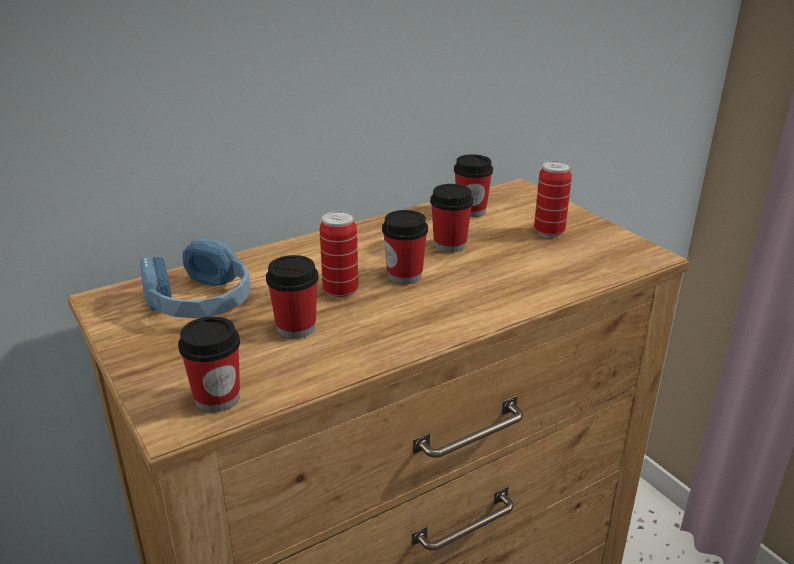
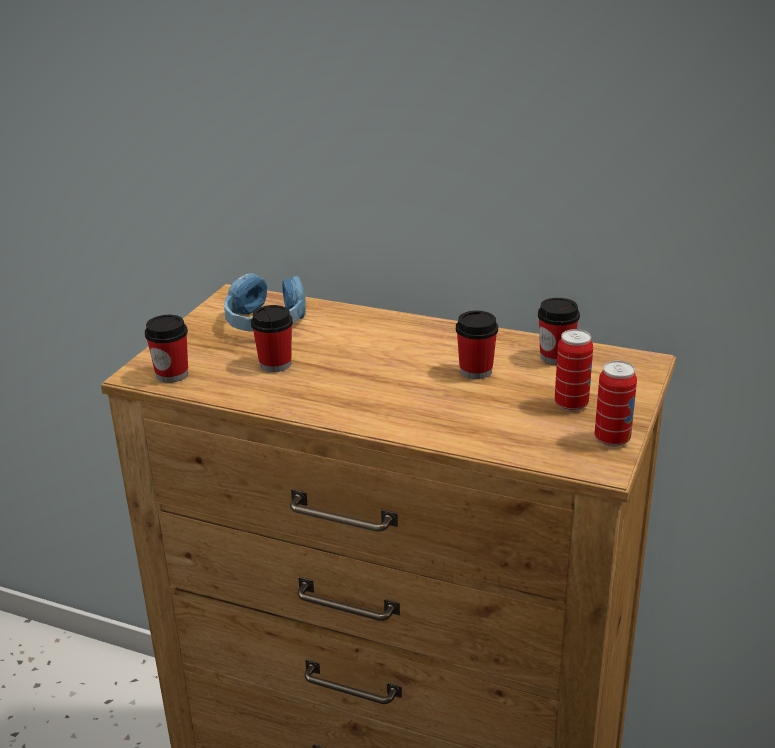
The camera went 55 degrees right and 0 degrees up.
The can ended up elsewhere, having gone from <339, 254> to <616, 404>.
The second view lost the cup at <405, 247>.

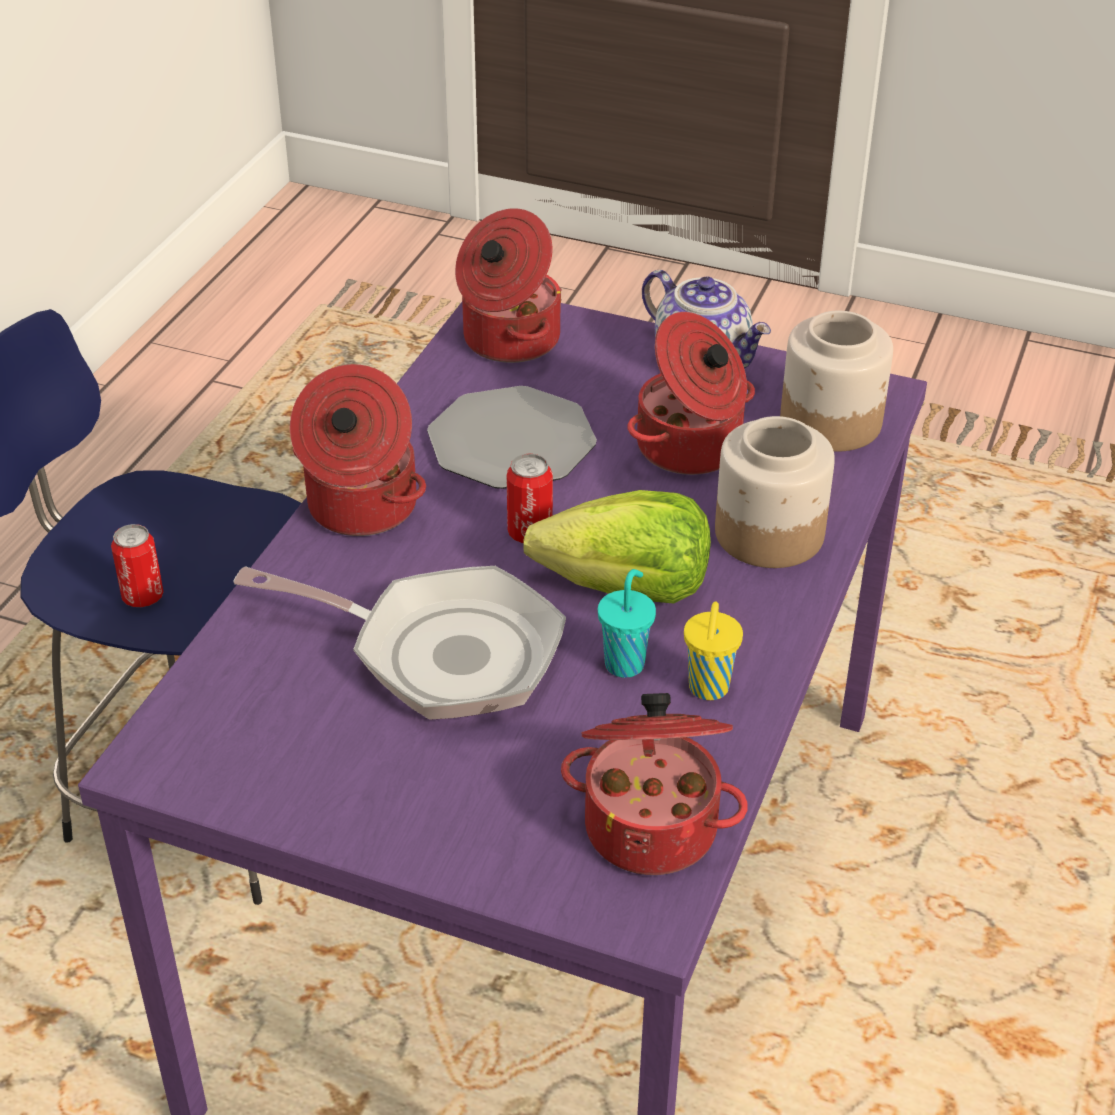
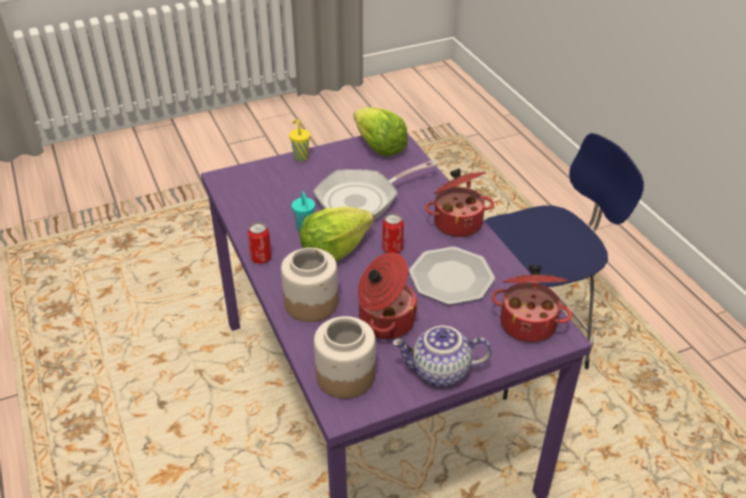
The camera went 135 degrees right and 0 degrees up.
The can ended up elsewhere, having gone from <137, 565> to <260, 243>.
The cup/yellow ended up elsewhere, having gone from <713, 651> to <299, 140>.
The second view gained the lettuce at <381, 131>.
The second view lost the cooking pot at <654, 784>.

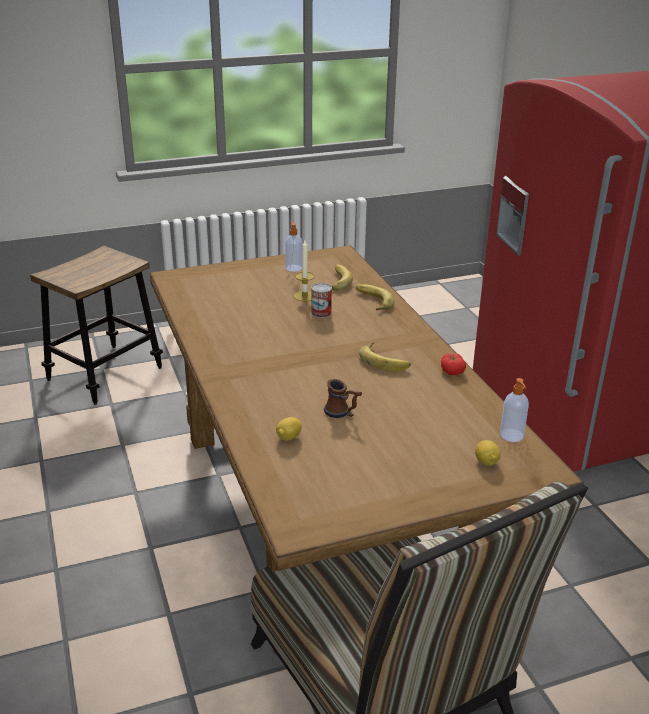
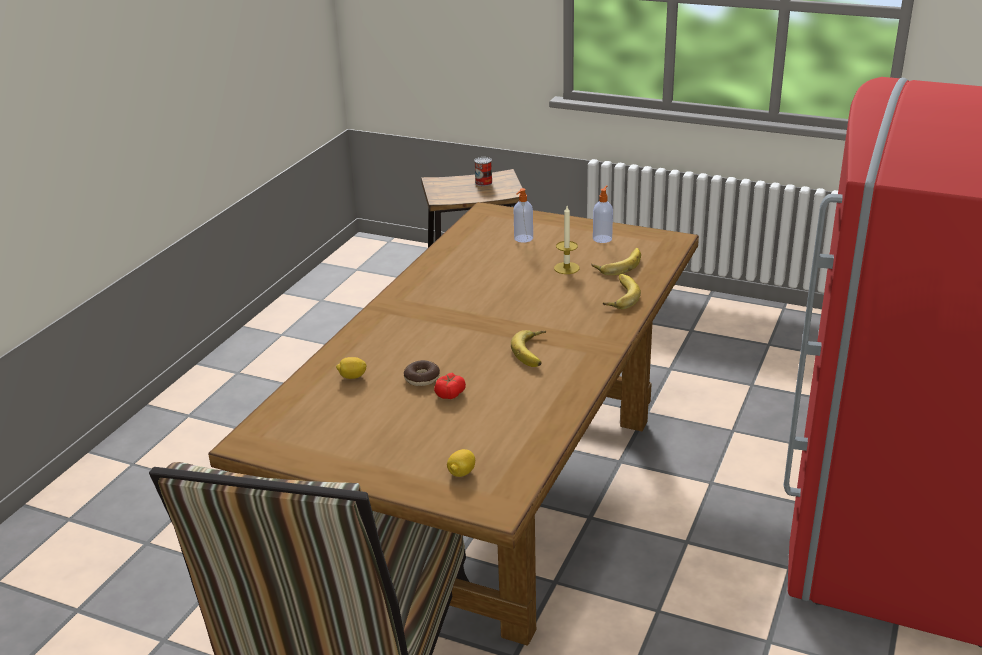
The camera went 45 degrees right and 0 degrees up.
Where the mug stood at <343, 398>, the donut came to stand at <422, 373>.
The tomato ended up elsewhere, having gone from <453, 364> to <450, 386>.
The can ended up elsewhere, having gone from <321, 300> to <483, 171>.
The soap dispenser ended up elsewhere, having gone from <514, 410> to <523, 215>.

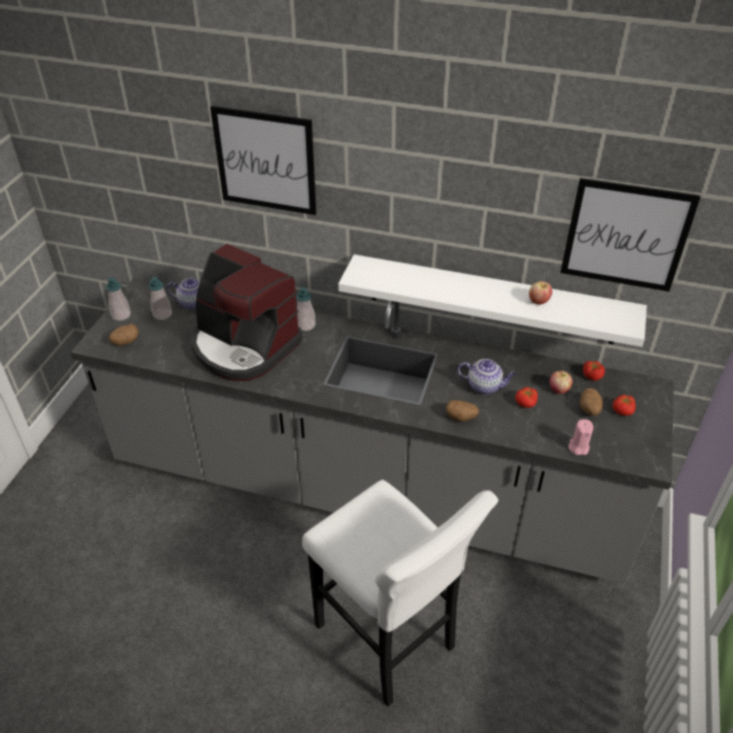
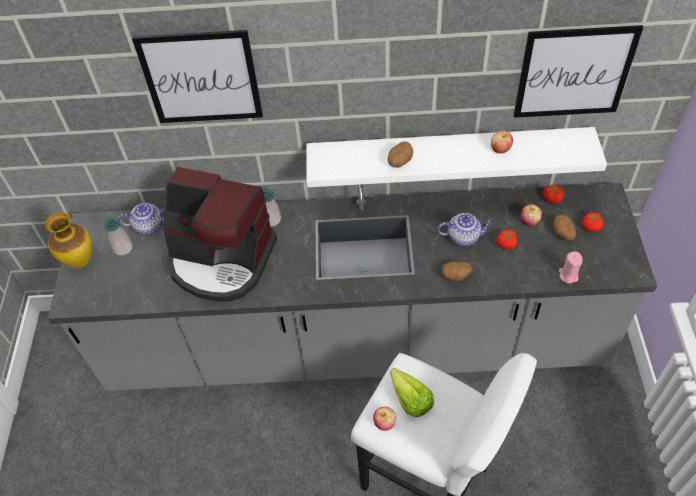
The camera went 15 degrees left and 10 degrees up.
Where the soap dispenser stood at <118, 299>, the vase came to stand at <68, 240>.
The second view gained the apple at <384, 418>.
The potato ended up elsewhere, having gone from <124, 335> to <400, 154>.
The second view gained the lettuce at <412, 392>.

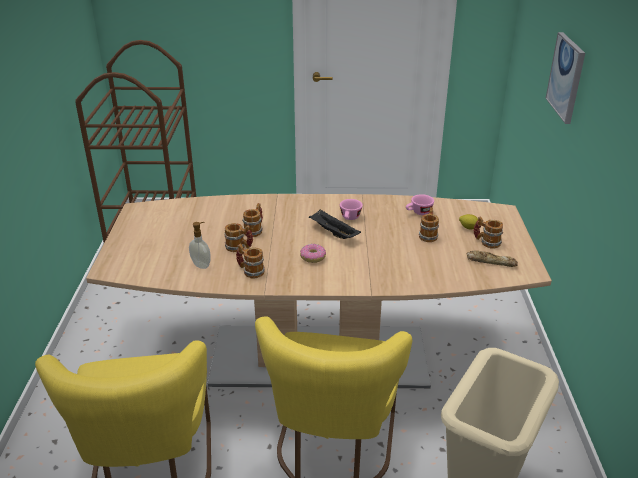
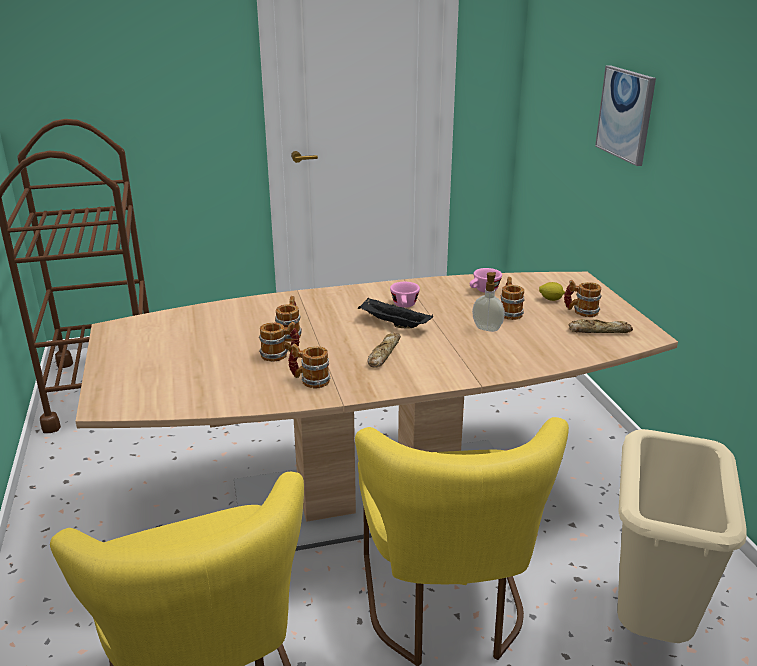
The camera went 15 degrees left and 5 degrees down.
Where the donut stood at <313, 253>, the bread came to stand at <384, 350>.
The soap dispenser ended up elsewhere, having gone from <200, 245> to <488, 302>.

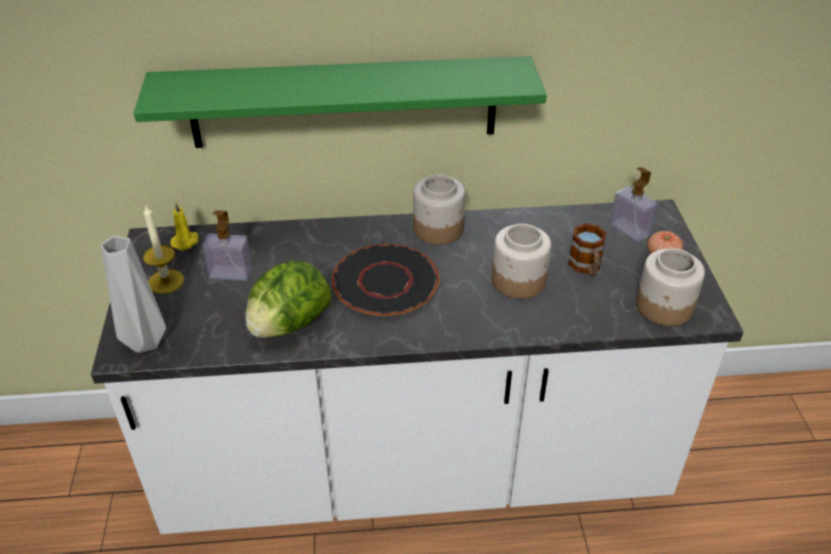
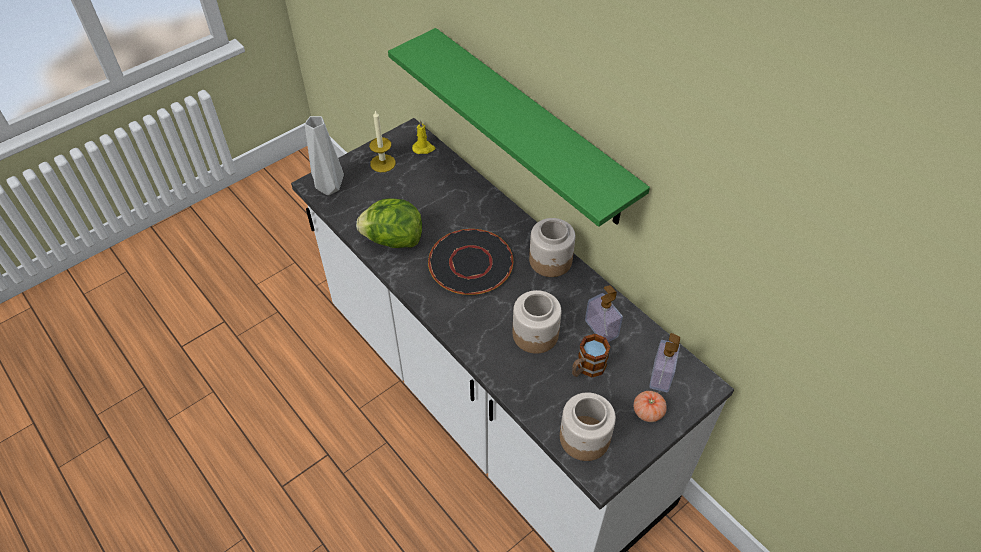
The camera went 55 degrees right and 10 degrees up.
The soap dispenser ended up elsewhere, having gone from <227, 245> to <604, 313>.

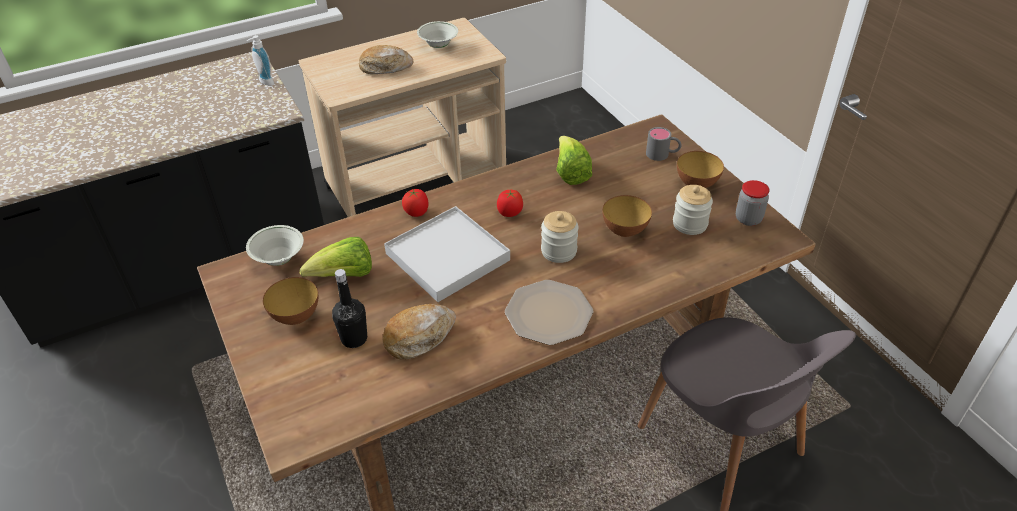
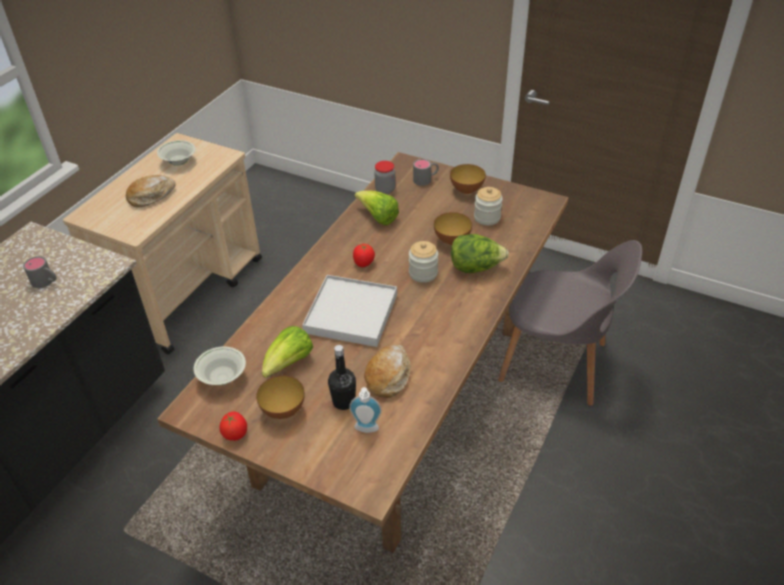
The camera went 35 degrees left and 0 degrees up.
The second view gained the mug/grey at <39, 272>.
The tomato ended up elsewhere, having gone from <415, 203> to <233, 426>.
The soap dispenser ended up elsewhere, having gone from <260, 60> to <365, 410>.
The jar ended up elsewhere, having gone from <753, 203> to <384, 177>.
The second view gained the lettuce at <480, 253>.
The second view lost the plate at <549, 312>.

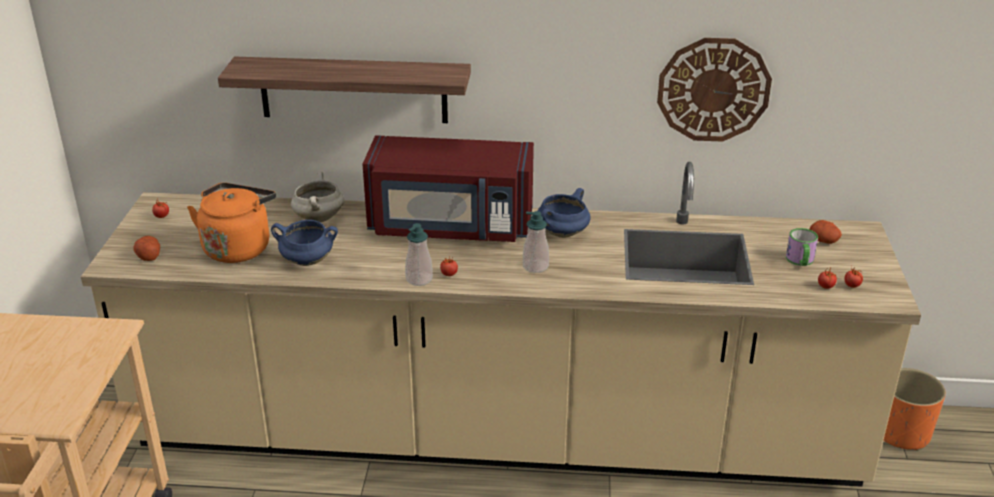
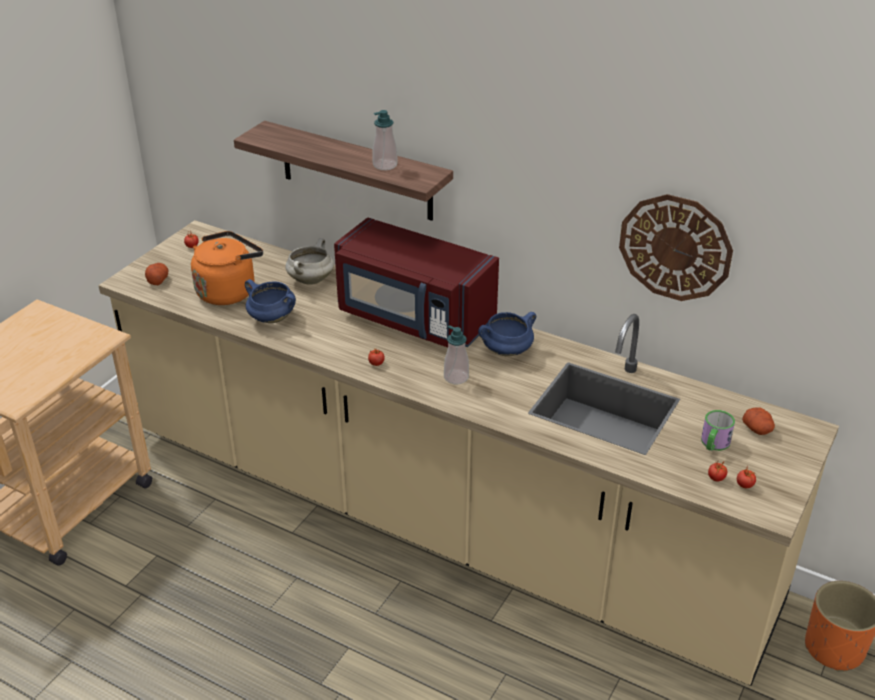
The camera went 25 degrees right and 5 degrees up.
The soap dispenser ended up elsewhere, having gone from <419, 254> to <385, 140>.

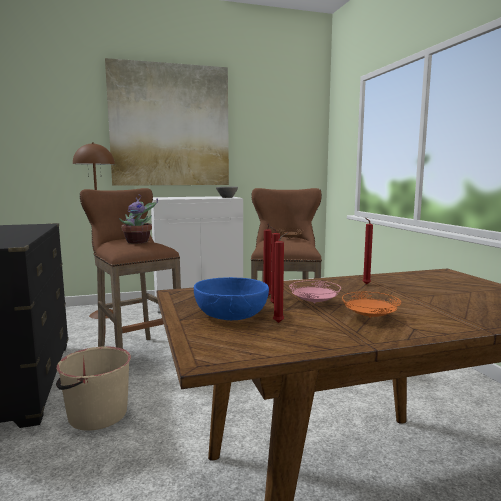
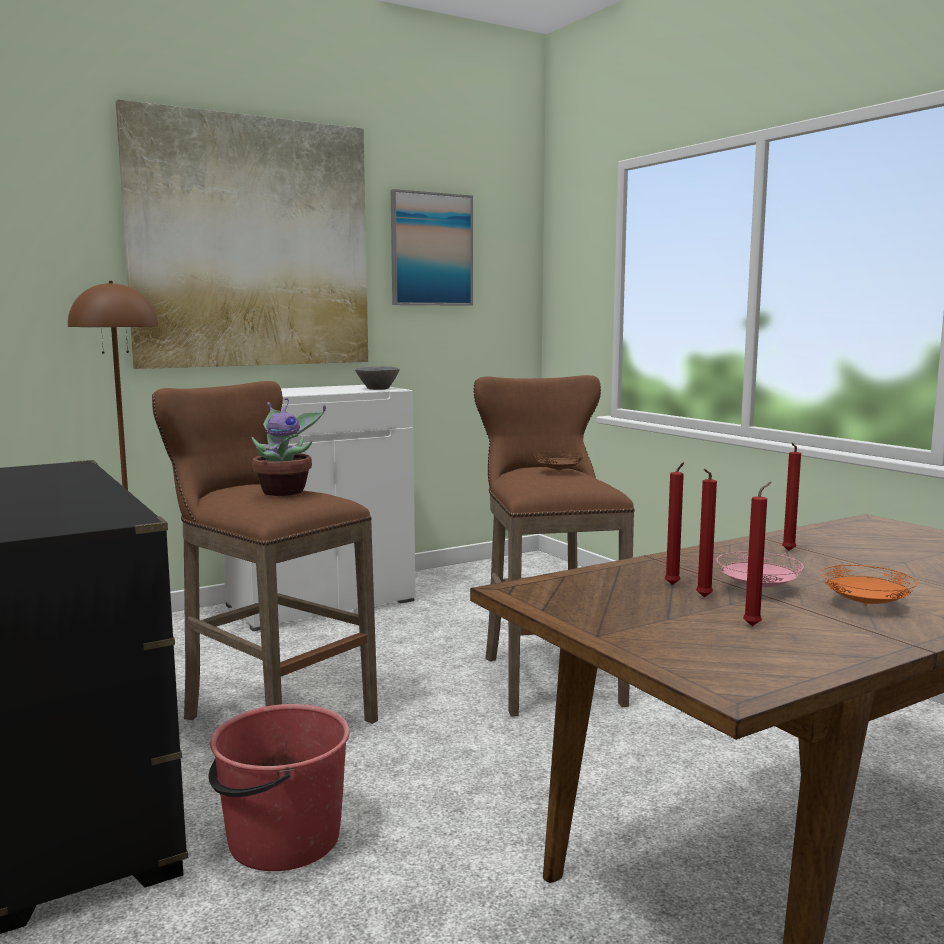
The camera went 15 degrees left and 0 degrees up.
What was the bucket/beige at <93, 388> turned into the bucket/red at <279, 787>.
The second view gained the picture at <432, 247>.
The second view lost the bowl/blue at <231, 298>.

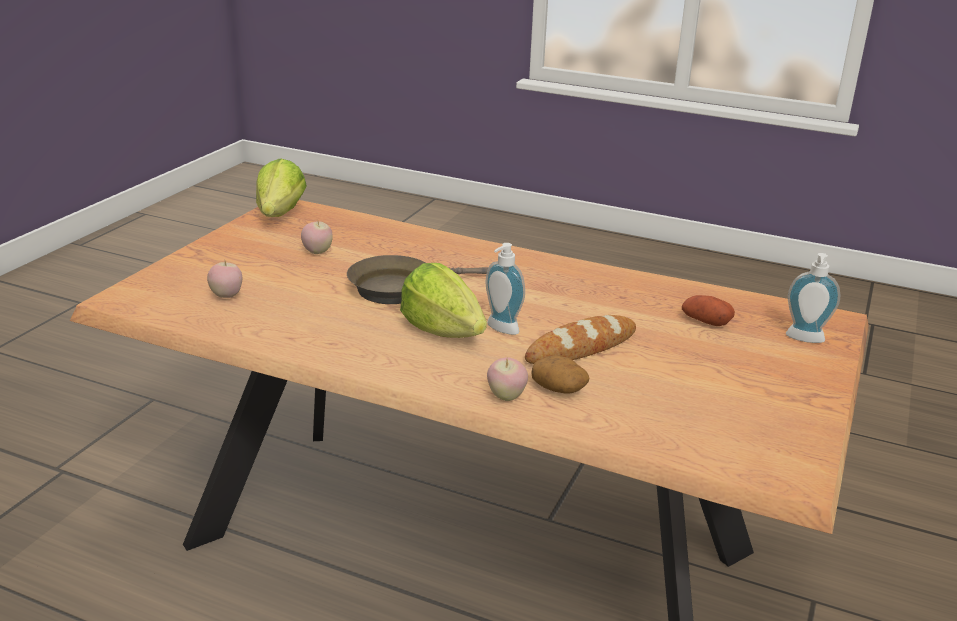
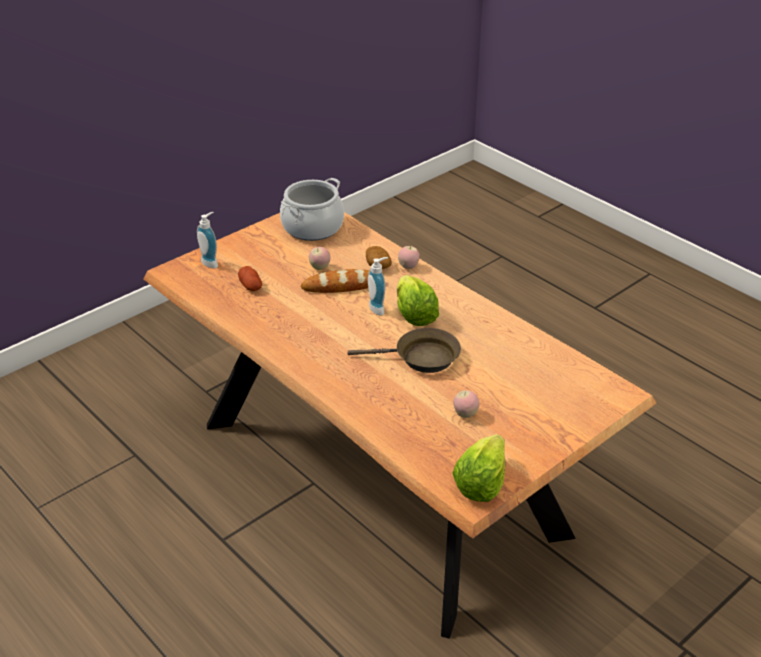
The camera went 155 degrees left and 10 degrees up.
The second view gained the cooking pot at <312, 209>.
The apple ended up elsewhere, having gone from <224, 279> to <319, 258>.

